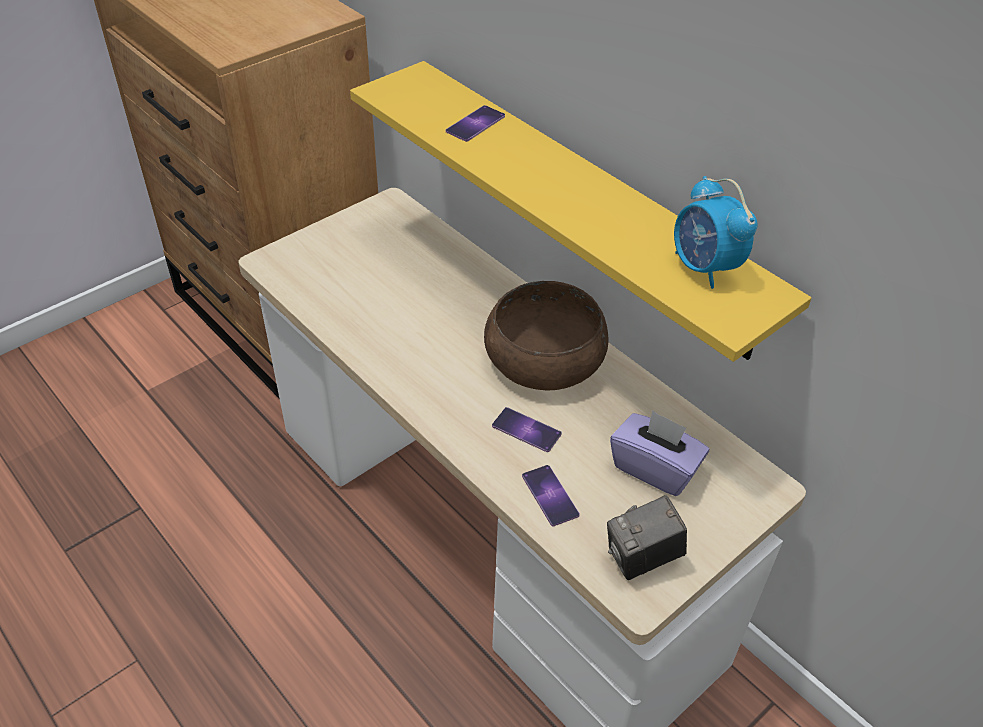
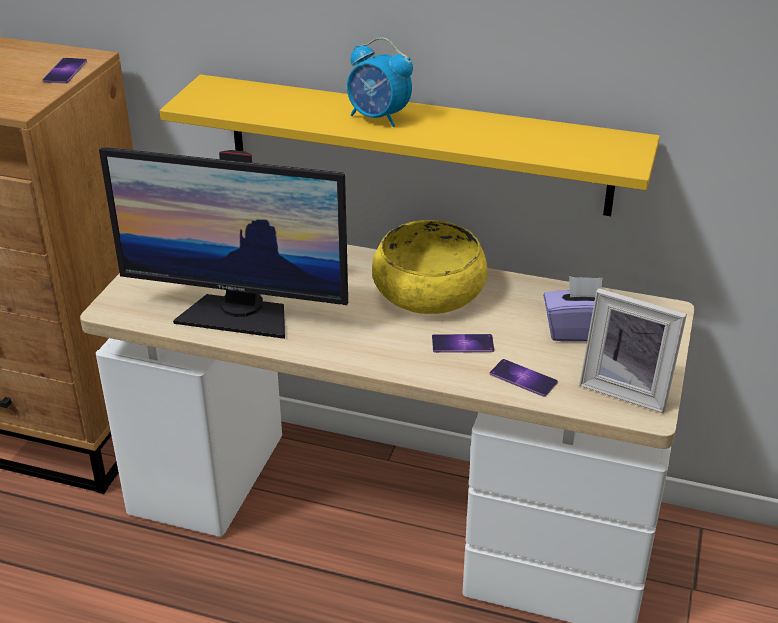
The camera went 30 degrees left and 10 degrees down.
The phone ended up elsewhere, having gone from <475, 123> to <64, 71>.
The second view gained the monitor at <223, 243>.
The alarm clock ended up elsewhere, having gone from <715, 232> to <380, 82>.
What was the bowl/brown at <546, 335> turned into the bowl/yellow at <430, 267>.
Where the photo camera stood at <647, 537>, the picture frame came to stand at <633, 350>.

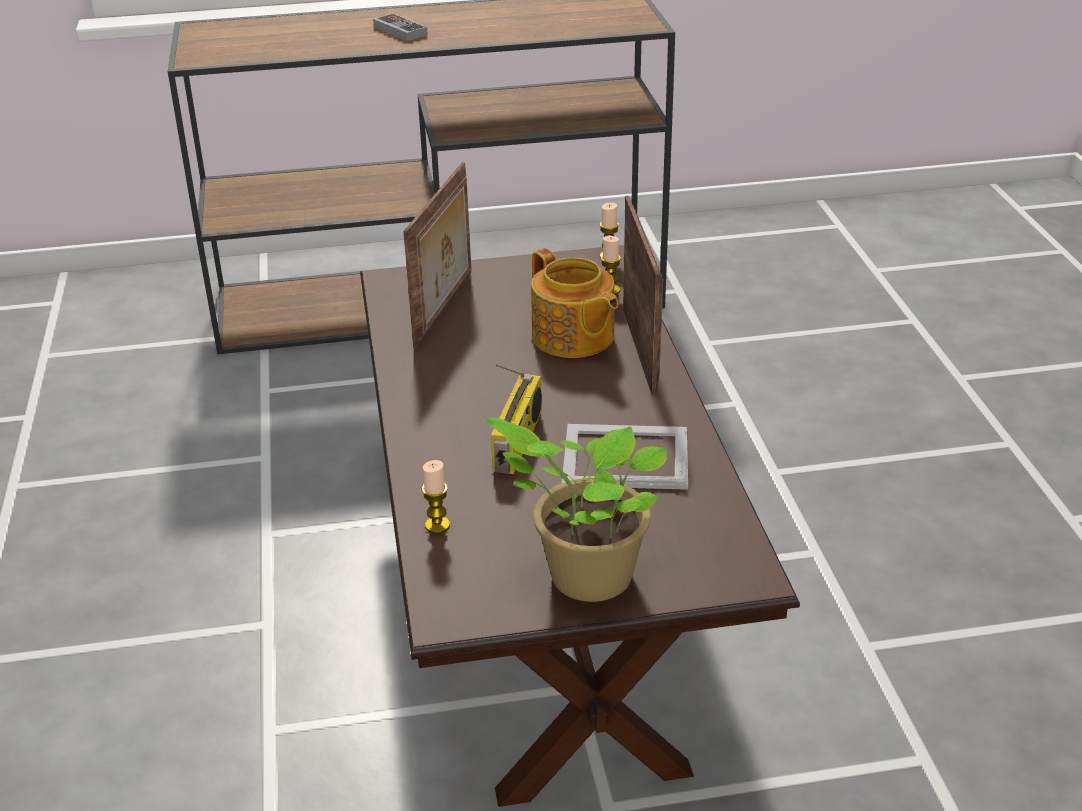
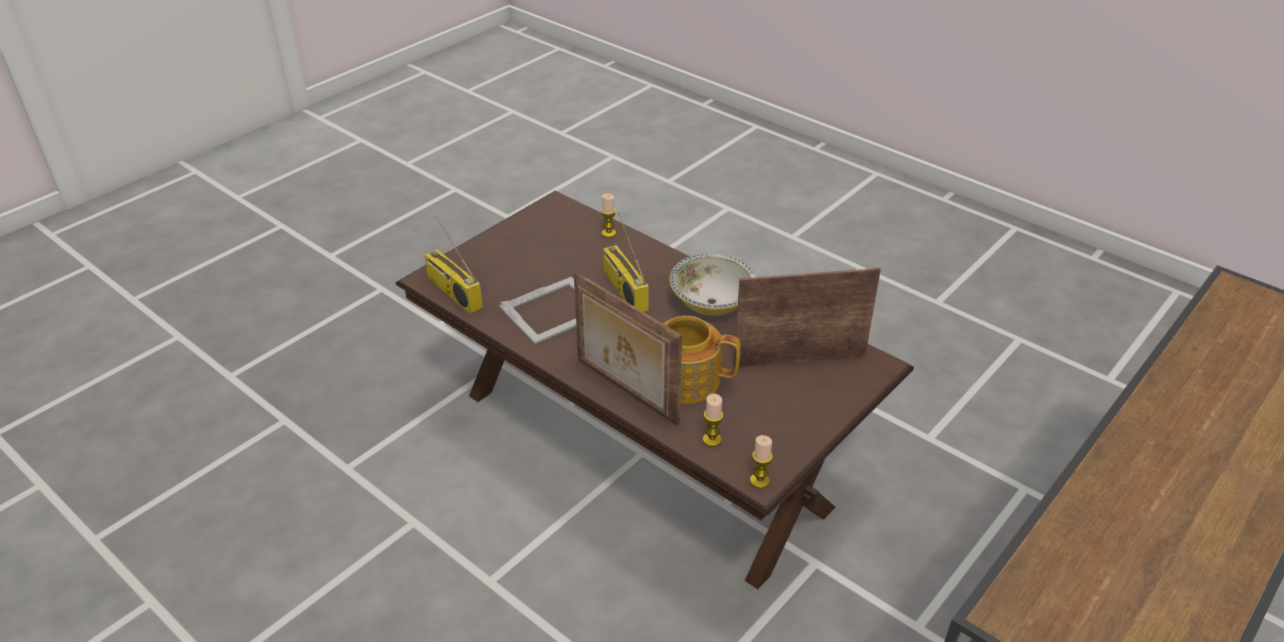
The camera went 140 degrees right and 5 degrees up.
The second view gained the radio at <454, 265>.
The second view gained the bowl at <712, 284>.
The picture frame at <437, 255> ended up facing another way, 105 degrees clockwise from before.
The second view lost the game controller at <400, 27>.
The second view lost the potted plant at <576, 510>.

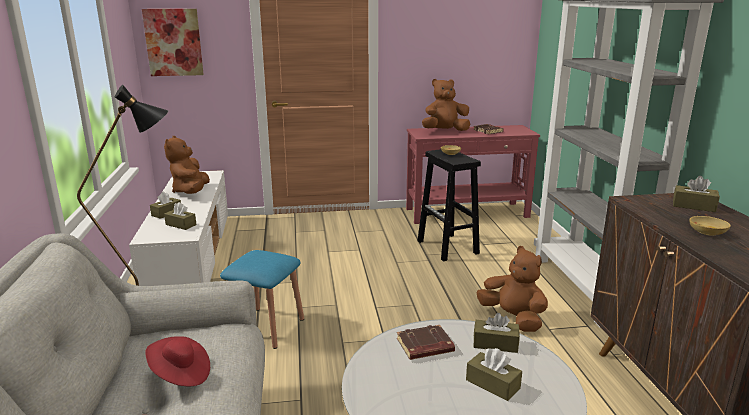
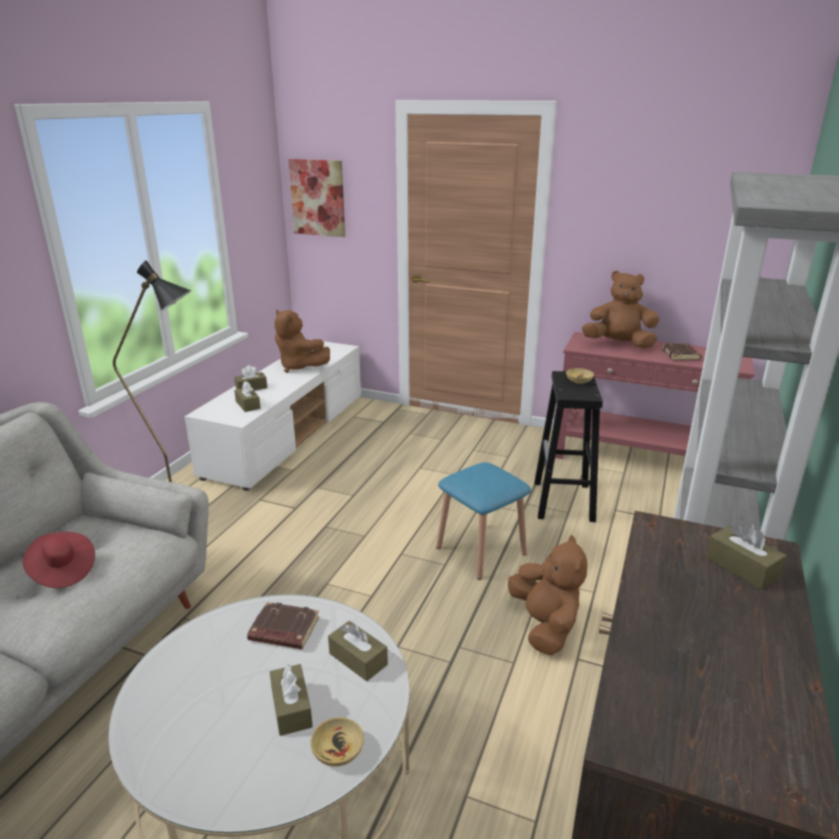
The camera went 30 degrees right and 5 degrees up.
The plush toy/brown at <187, 165> ended up facing another way, 75 degrees counterclockwise from before.
The bowl/beige ended up elsewhere, having gone from <710, 226> to <337, 742>.
The stool/blue ended up elsewhere, having gone from <262, 299> to <483, 521>.

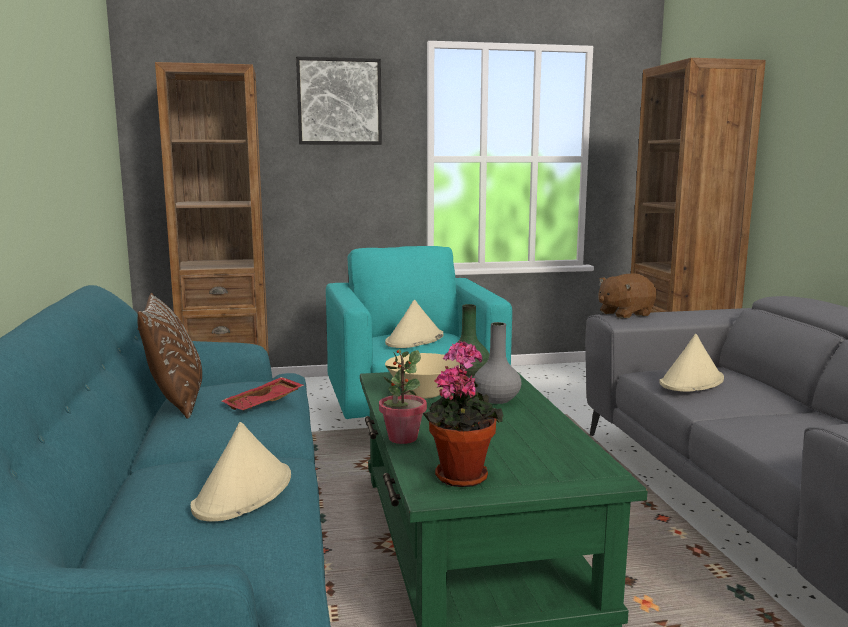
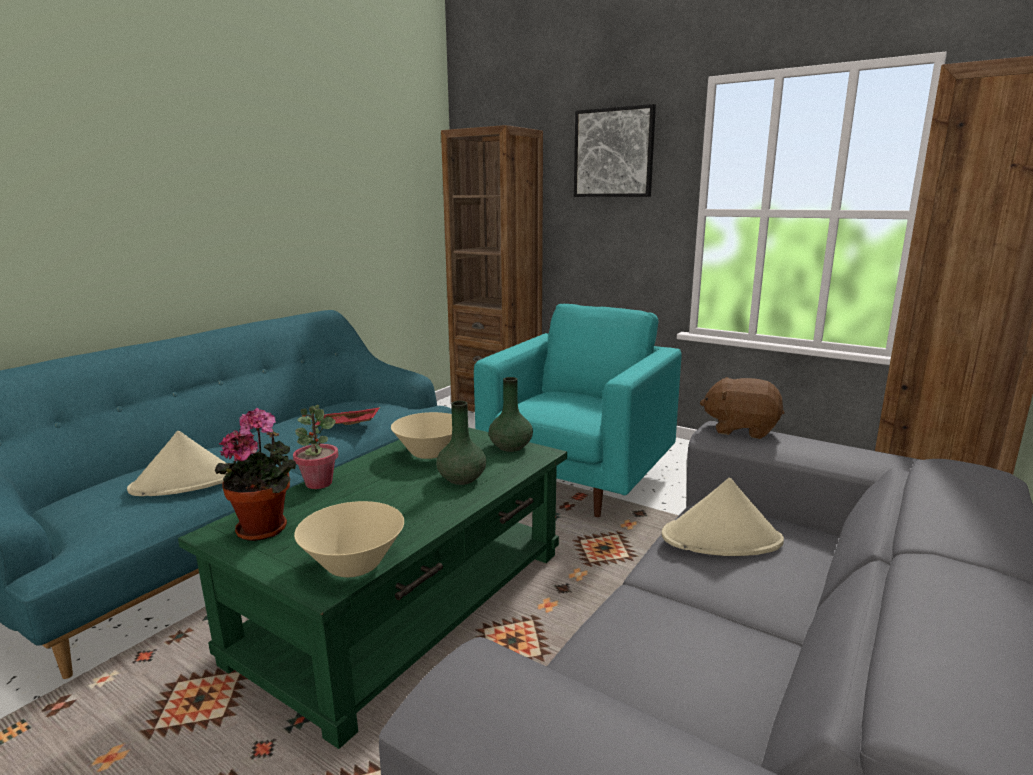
The camera went 45 degrees right and 5 degrees up.
The second view gained the bowl/beige at <349, 539>.
What was the vase/grey at <497, 363> turned into the vase/green at <461, 443>.
The second view lost the pillow/brown at <169, 356>.
The second view lost the hat/beige at <414, 324>.

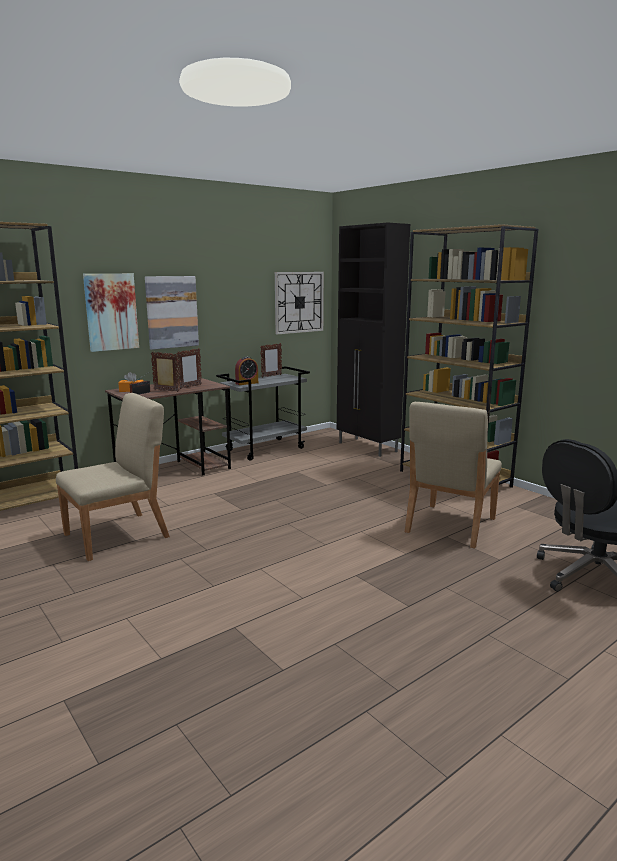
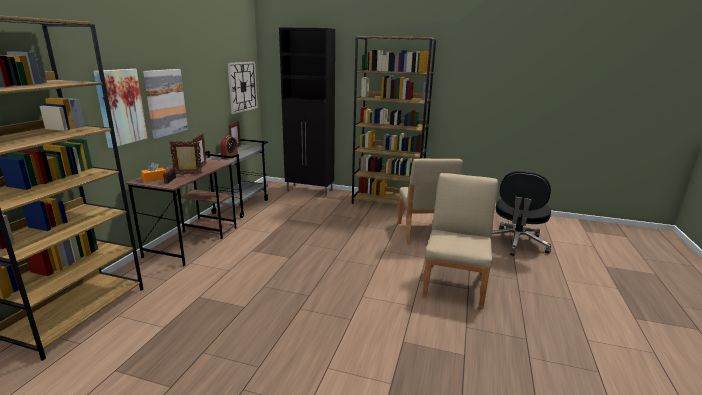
The camera went 35 degrees left and 5 degrees up.
The chair/beige ended up elsewhere, having gone from <113, 477> to <460, 241>.

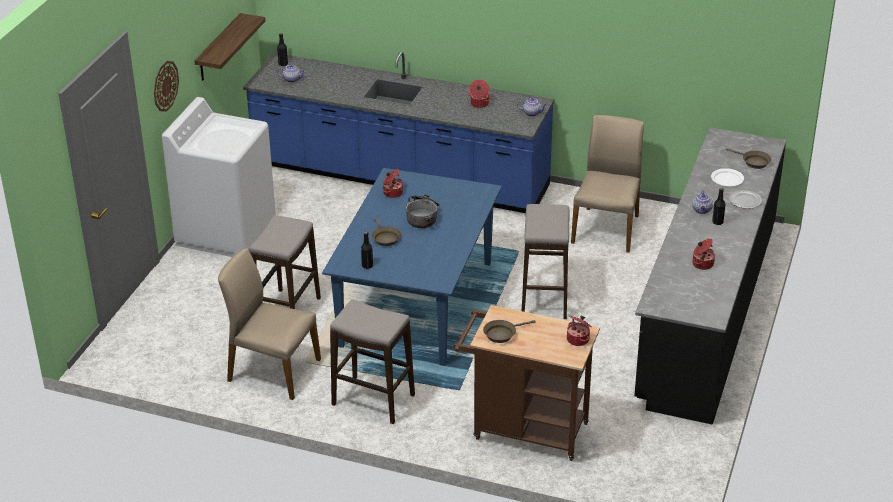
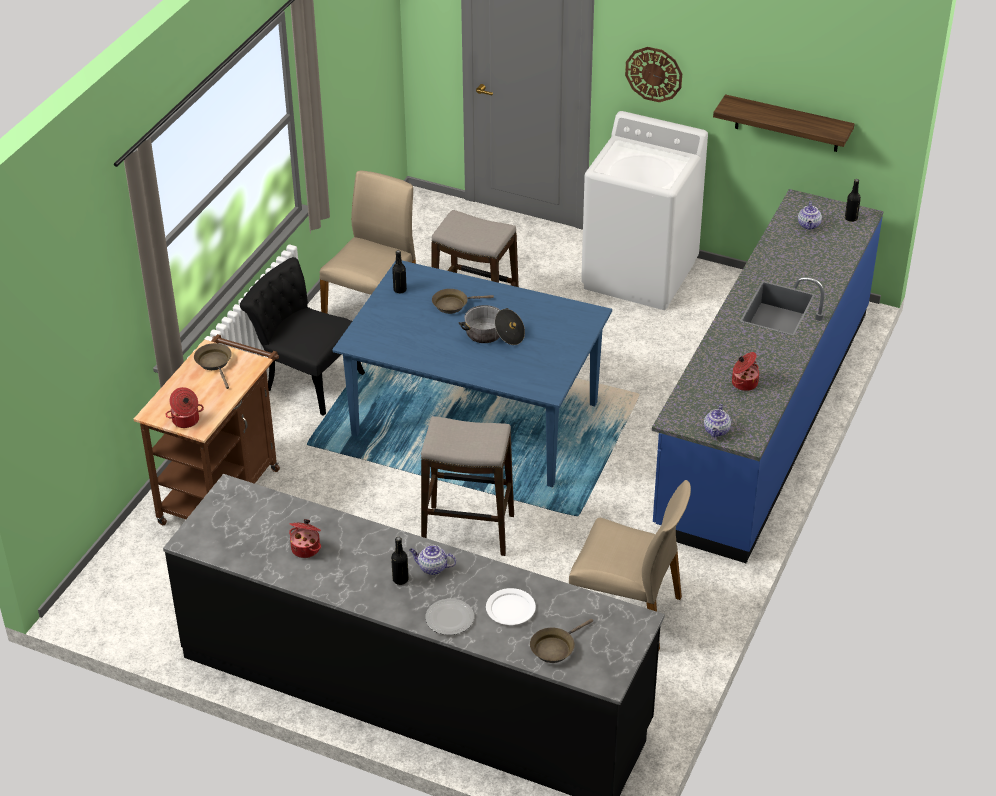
The camera went 95 degrees right and 5 degrees up.
Where the stool stood at <372, 362>, the chair/black came to stand at <302, 336>.
The second view lost the cooking pot at <393, 183>.

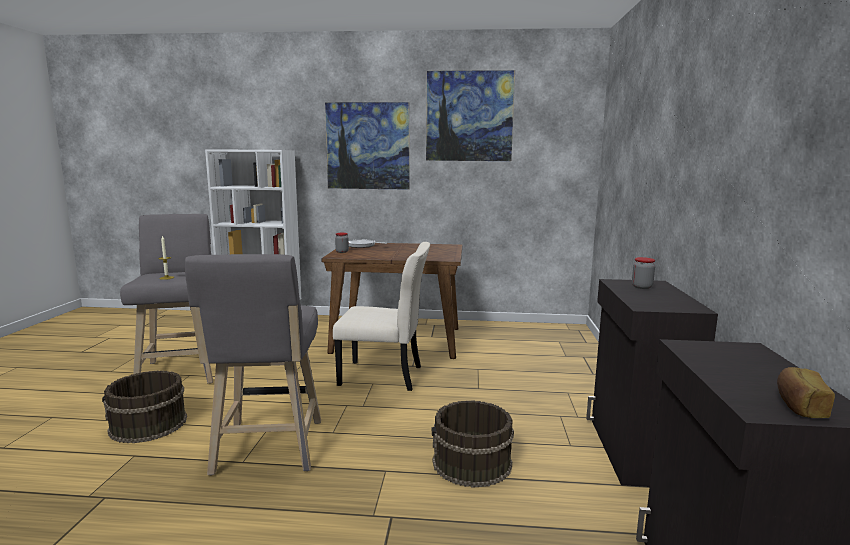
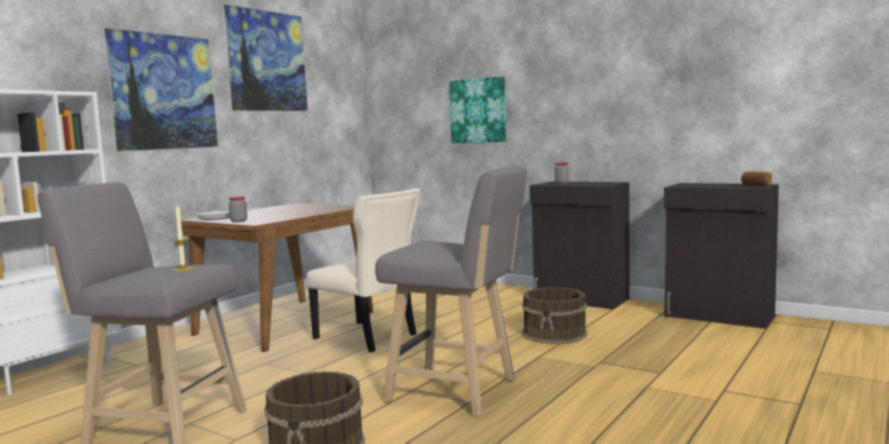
The camera went 60 degrees left and 5 degrees down.
The chair/beige at <381, 316> ended up facing another way, 90 degrees clockwise from before.
The second view gained the picture at <477, 109>.

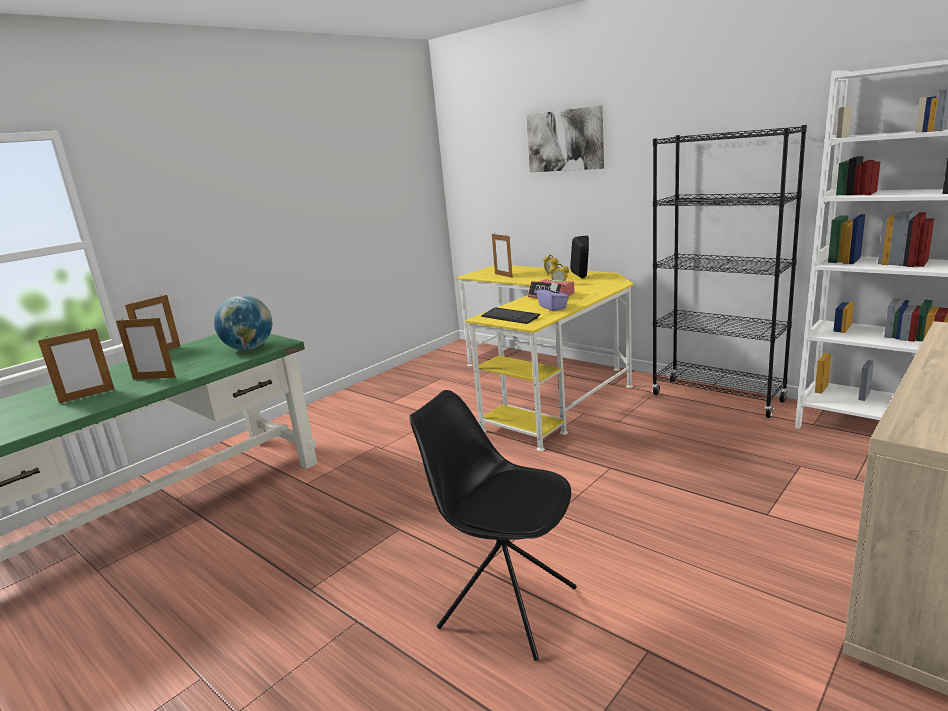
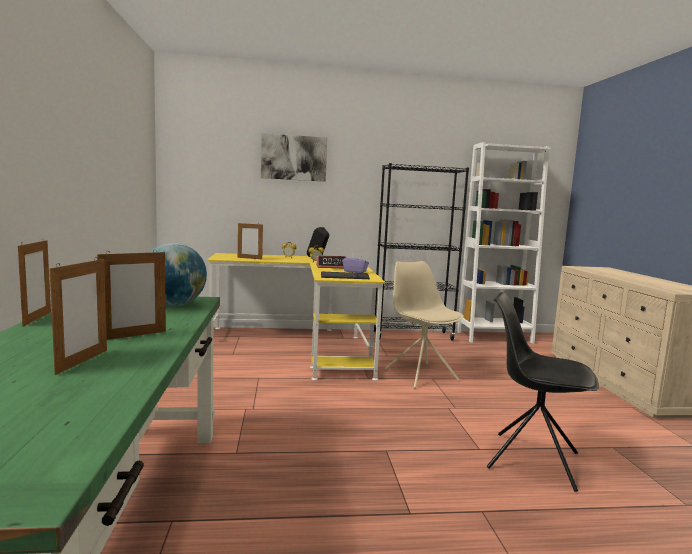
The camera went 50 degrees left and 10 degrees down.
The second view gained the chair/beige at <424, 325>.
The chair/black at <493, 525> ended up facing another way, 45 degrees clockwise from before.

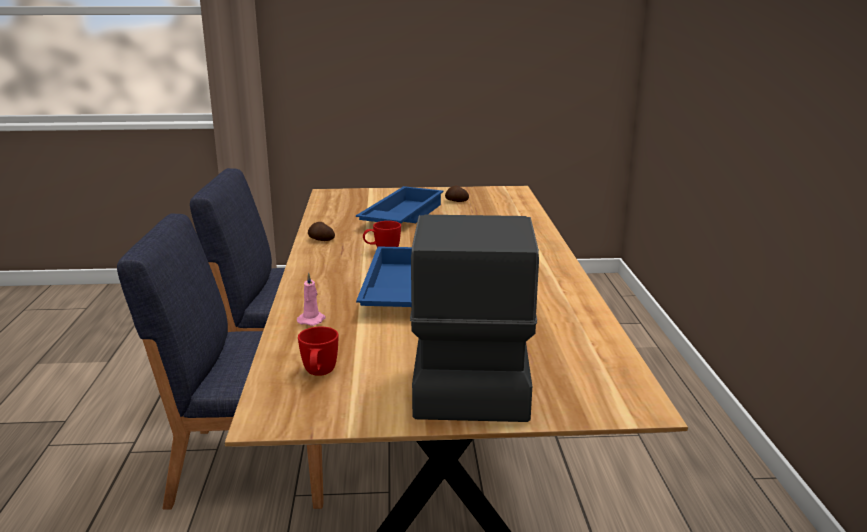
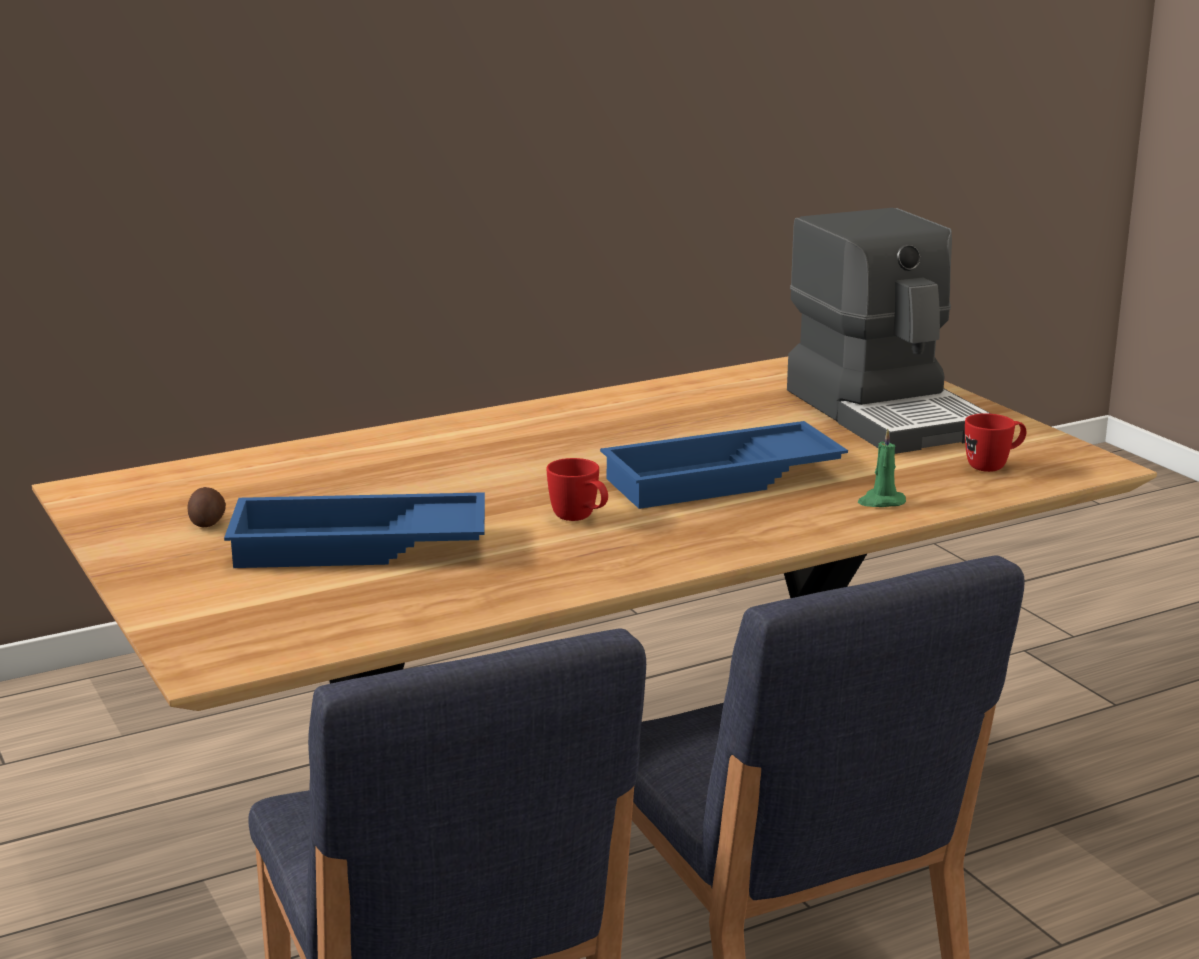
The camera went 115 degrees left and 0 degrees up.
The coffee machine at <474, 318> ended up facing another way, 90 degrees counterclockwise from before.
What was the candle/pink at <311, 299> turned into the candle/green at <882, 468>.
The second view lost the potato at <321, 231>.

